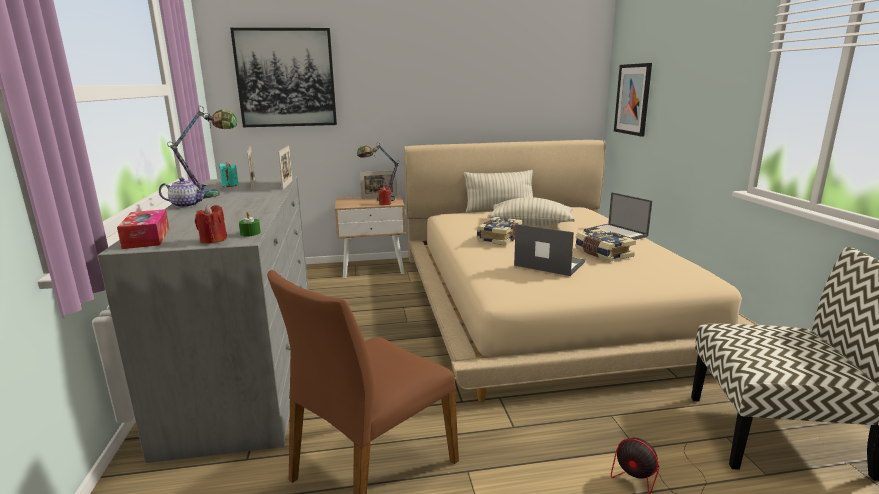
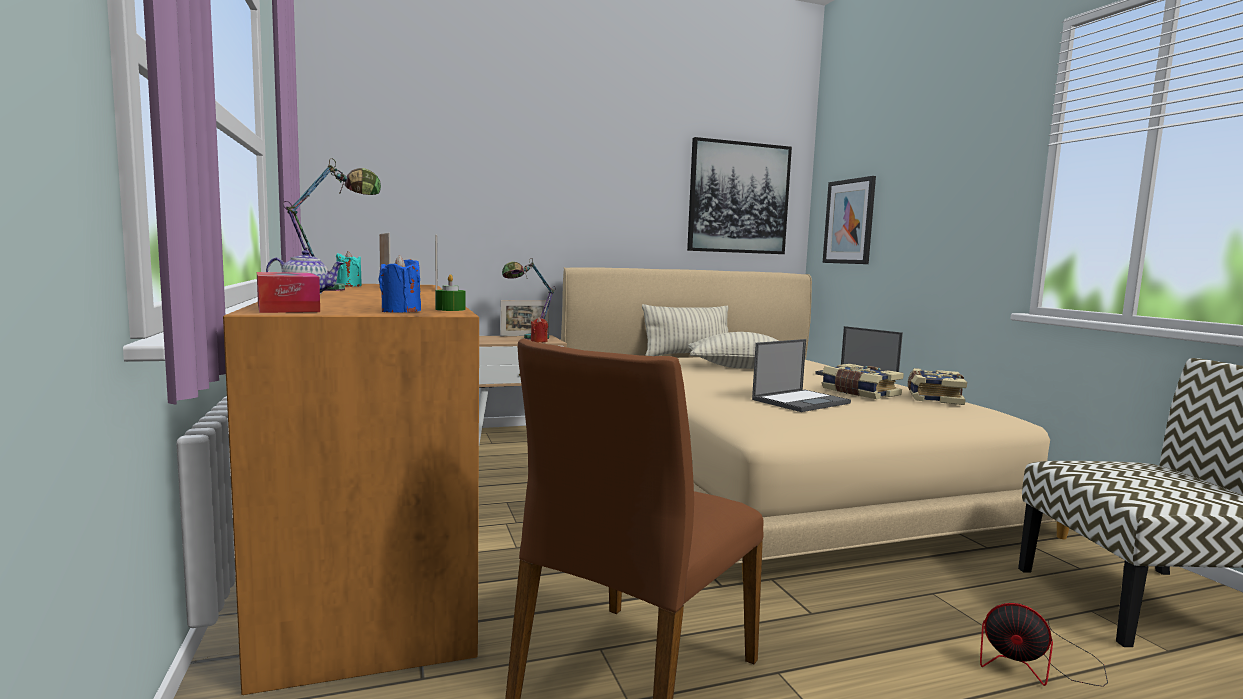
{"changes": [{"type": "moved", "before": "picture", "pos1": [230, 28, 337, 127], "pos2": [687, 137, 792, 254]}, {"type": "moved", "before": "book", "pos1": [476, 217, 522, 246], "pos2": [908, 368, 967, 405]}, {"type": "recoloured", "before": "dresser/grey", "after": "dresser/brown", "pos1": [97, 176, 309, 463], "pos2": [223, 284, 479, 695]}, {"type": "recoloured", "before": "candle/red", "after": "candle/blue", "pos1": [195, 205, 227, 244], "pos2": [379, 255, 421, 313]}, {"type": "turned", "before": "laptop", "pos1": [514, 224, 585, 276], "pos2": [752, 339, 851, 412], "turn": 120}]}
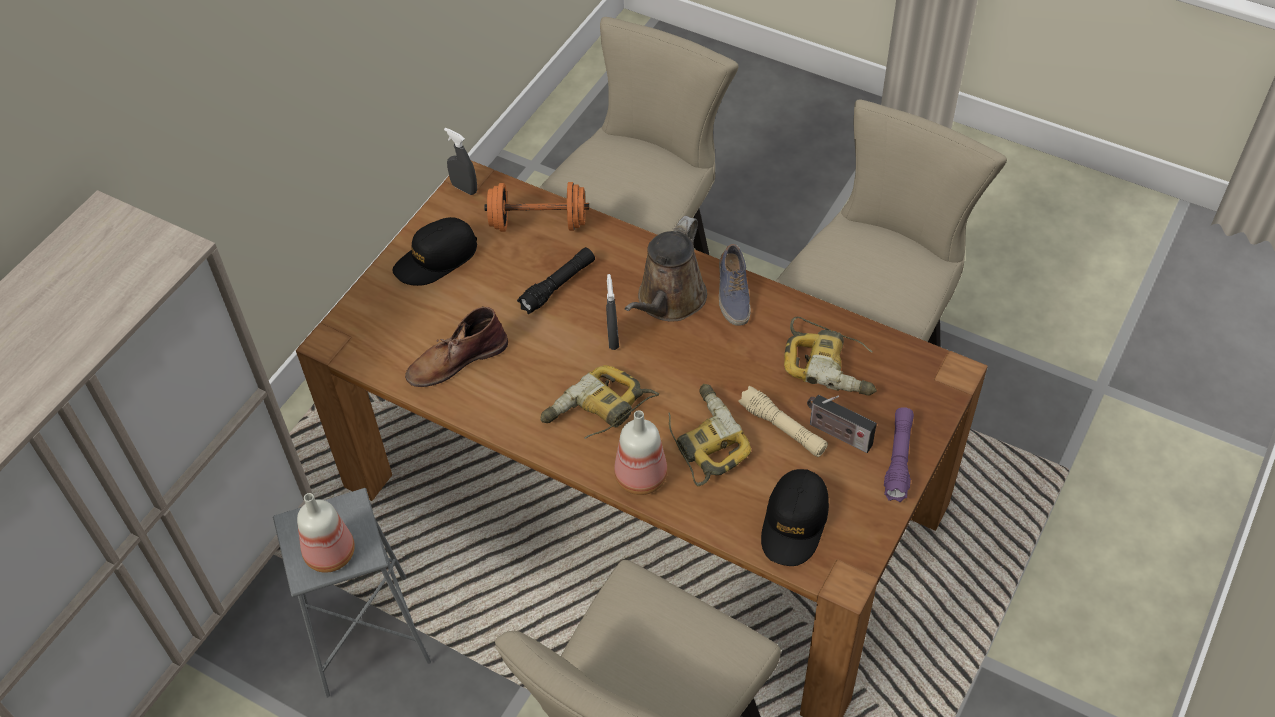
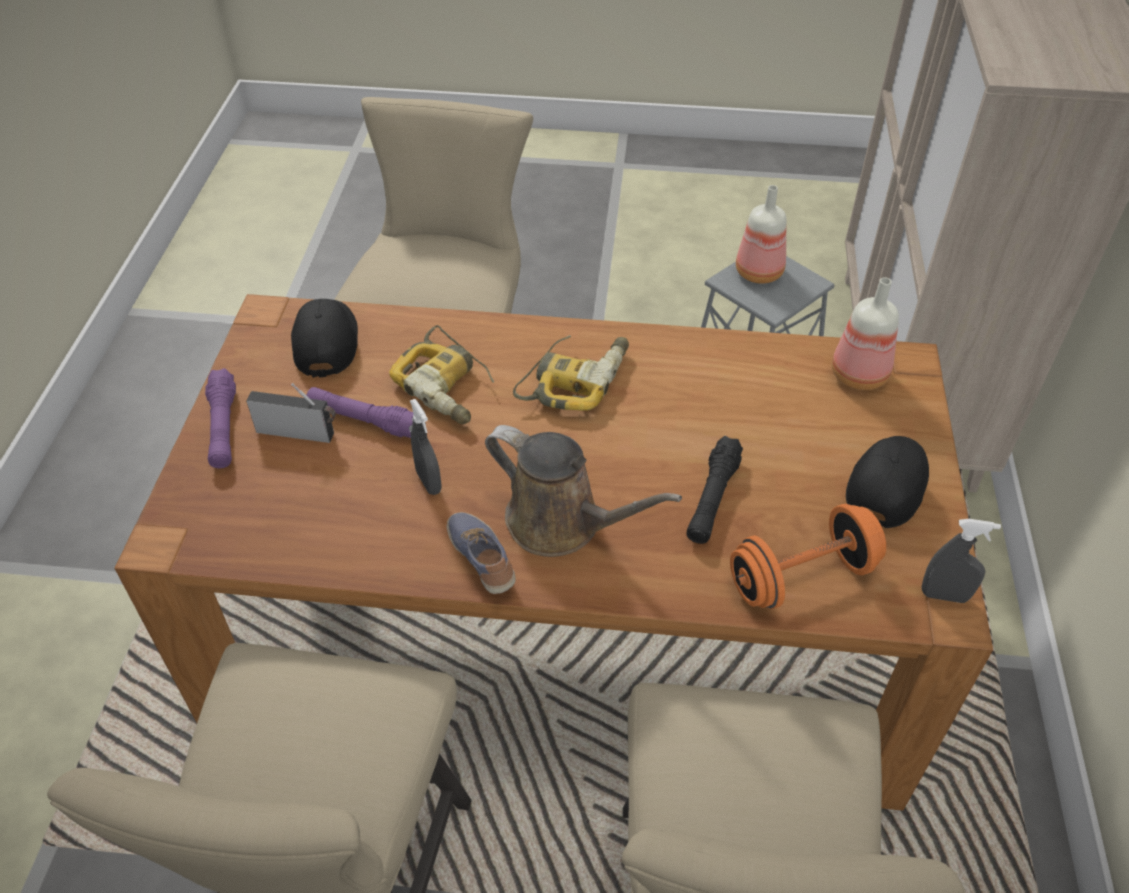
{"changes": [{"type": "removed", "before": "boot/brown", "pos1": [405, 307, 508, 387]}, {"type": "removed", "before": "power drill", "pos1": [784, 317, 877, 395]}, {"type": "moved", "before": "spray bottle/grey", "pos1": [606, 274, 619, 350], "pos2": [410, 399, 442, 495]}, {"type": "moved", "before": "bottle", "pos1": [614, 410, 668, 495], "pos2": [832, 277, 899, 390]}, {"type": "recoloured", "before": "flashlight/beige", "after": "flashlight/purple", "pos1": [738, 386, 828, 457], "pos2": [306, 387, 413, 438]}, {"type": "turned", "before": "watering can/brown", "pos1": [625, 216, 707, 321], "pos2": [485, 425, 682, 557], "turn": 120}]}
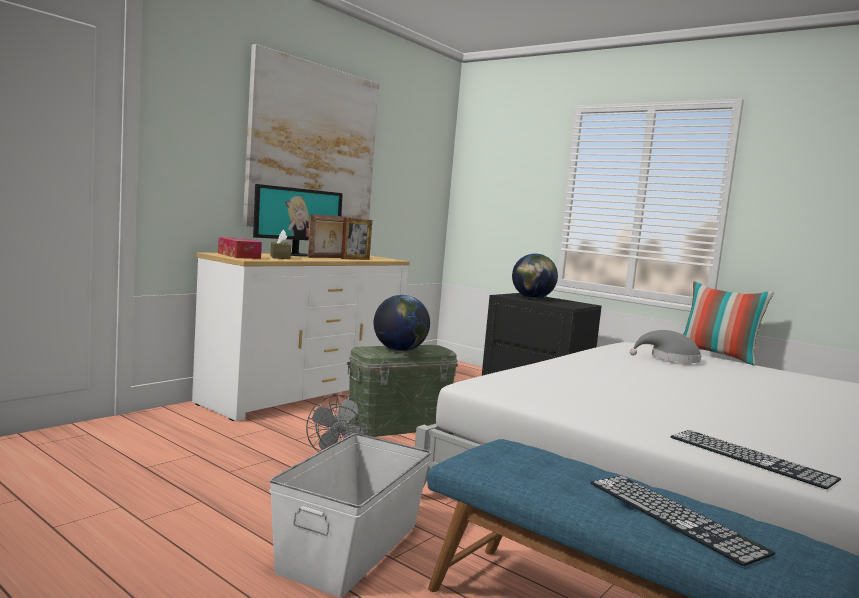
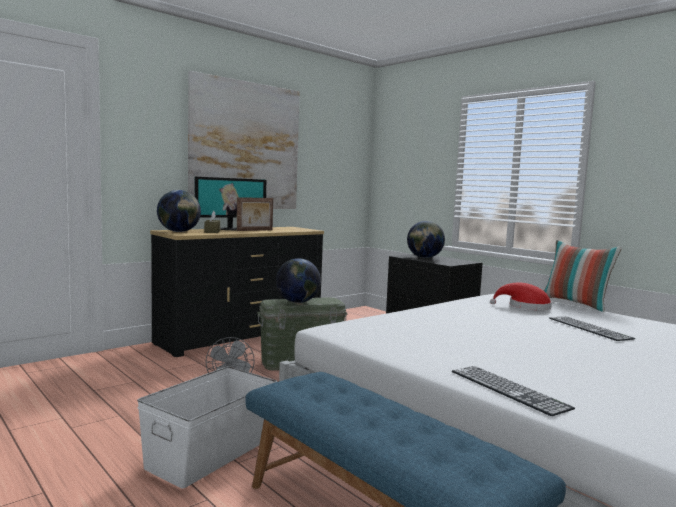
{"changes": [{"type": "removed", "before": "picture frame", "pos1": [341, 218, 372, 260]}, {"type": "moved", "before": "keyboard", "pos1": [591, 476, 775, 566], "pos2": [549, 316, 635, 341]}, {"type": "replaced", "before": "tissue box", "after": "globe", "pos1": [218, 237, 262, 259], "pos2": [157, 190, 201, 232]}, {"type": "recoloured", "before": "dresser/white", "after": "dresser/black", "pos1": [192, 252, 410, 421], "pos2": [150, 227, 324, 357]}, {"type": "recoloured", "before": "hat/grey", "after": "hat/red", "pos1": [630, 330, 702, 363], "pos2": [490, 283, 552, 310]}]}
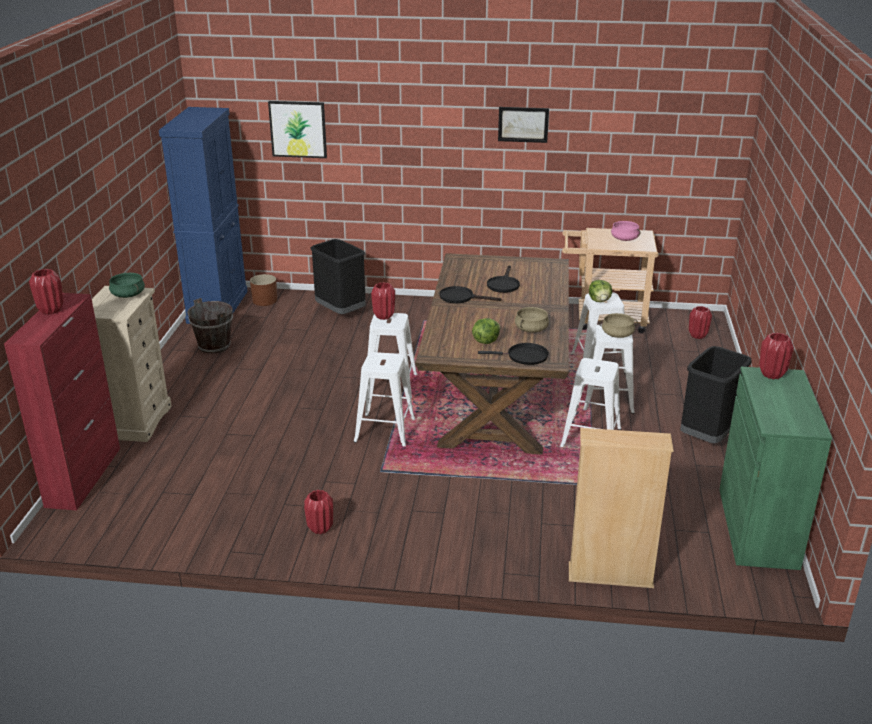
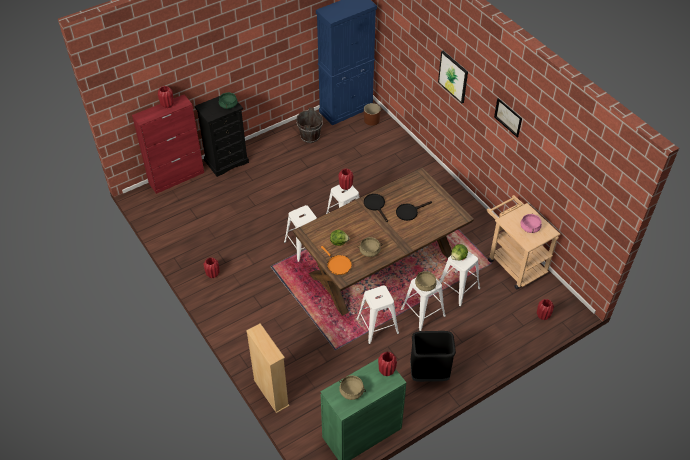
{"changes": [{"type": "removed", "before": "trash can/black", "pos1": [310, 239, 366, 314]}, {"type": "added", "after": "cooking pot/beige", "pos2": [339, 375, 366, 400]}, {"type": "moved", "before": "picture", "pos1": [268, 101, 327, 158], "pos2": [438, 51, 468, 103]}, {"type": "recoloured", "before": "dresser/beige", "after": "dresser/black", "pos1": [92, 286, 172, 442], "pos2": [195, 92, 249, 177]}, {"type": "recoloured", "before": "frying pan/black", "after": "frying pan/orange", "pos1": [478, 343, 549, 365], "pos2": [321, 246, 352, 275]}]}
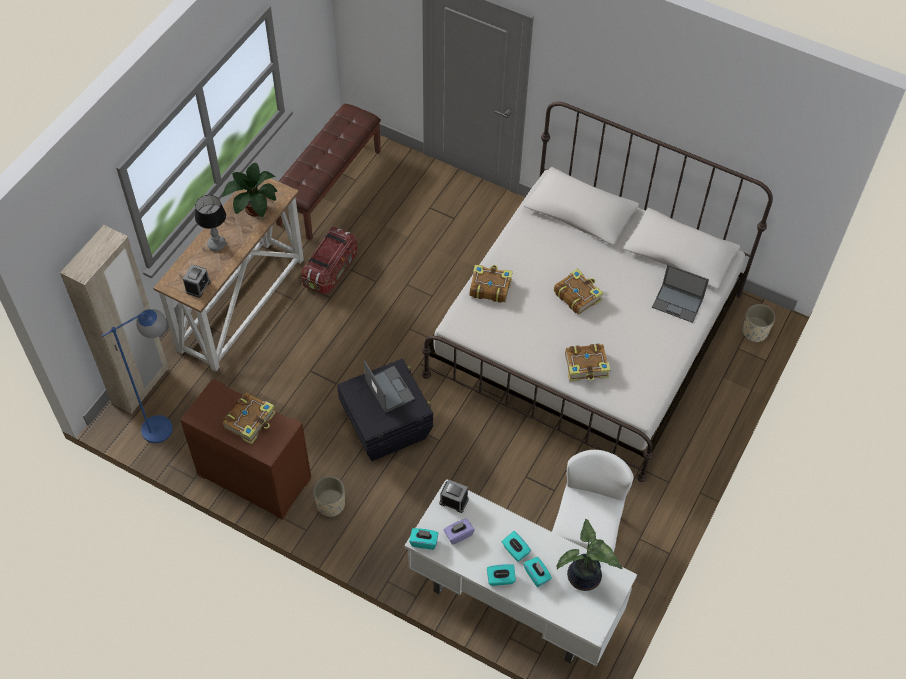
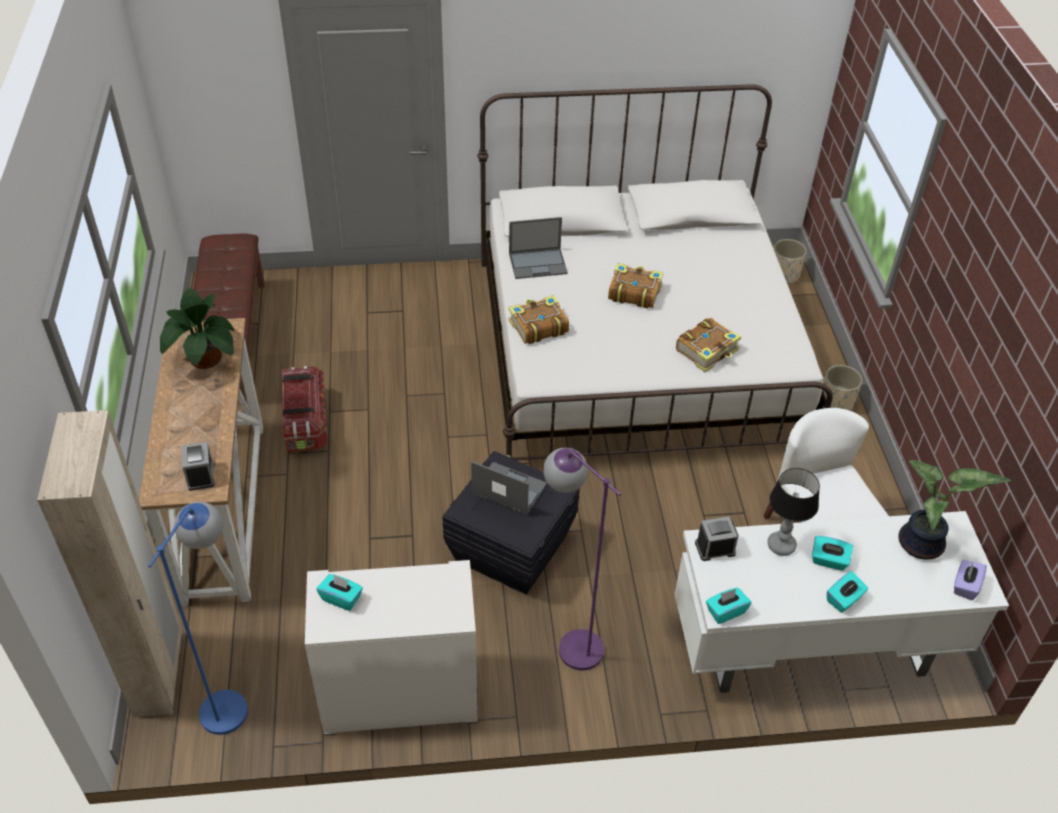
{"changes": [{"type": "removed", "before": "book", "pos1": [222, 393, 276, 445]}, {"type": "added", "after": "floor lamp/purple", "pos2": [543, 448, 621, 670]}, {"type": "moved", "before": "table lamp", "pos1": [195, 195, 226, 251], "pos2": [767, 468, 820, 556]}, {"type": "moved", "before": "planter/beige", "pos1": [313, 476, 345, 517], "pos2": [823, 365, 862, 411]}, {"type": "moved", "before": "tissue box/purple", "pos1": [444, 518, 474, 545], "pos2": [954, 560, 987, 600]}, {"type": "moved", "before": "tissue box/turquoise", "pos1": [524, 557, 552, 587], "pos2": [317, 574, 363, 611]}, {"type": "moved", "before": "laptop", "pos1": [652, 264, 709, 323], "pos2": [509, 217, 568, 279]}, {"type": "recoloured", "before": "dresser/brown", "after": "dresser/white", "pos1": [180, 378, 311, 520], "pos2": [305, 560, 478, 736]}]}
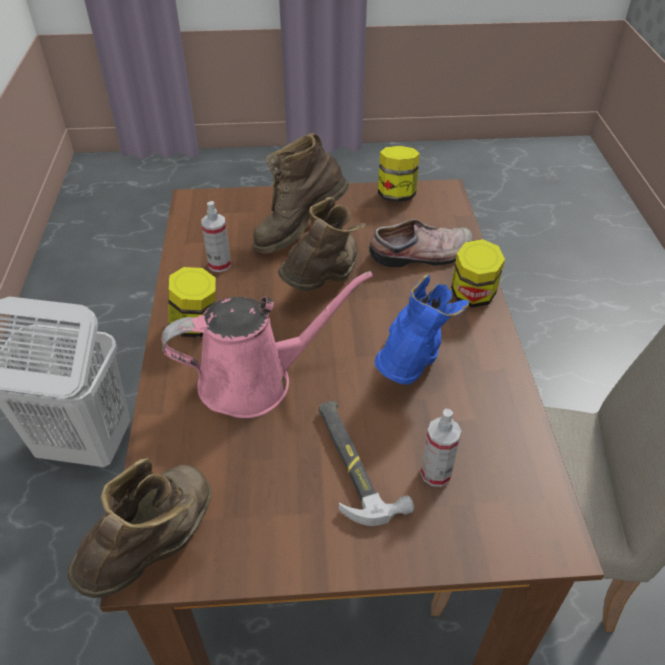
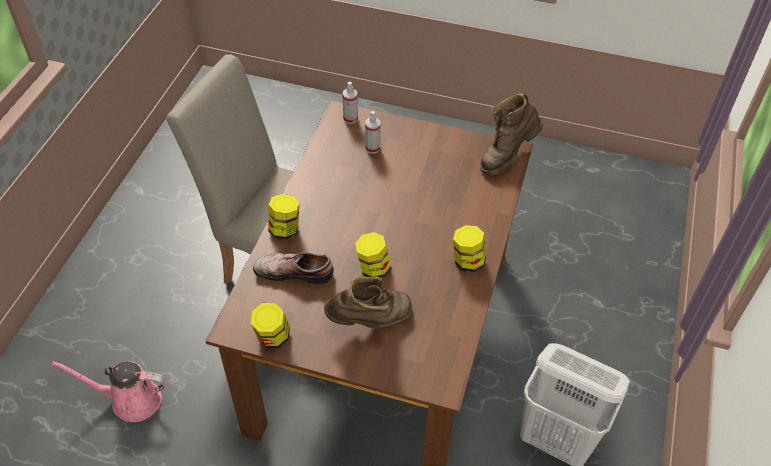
{"changes": [{"type": "removed", "before": "hammer", "pos1": [319, 401, 414, 526]}, {"type": "removed", "before": "boot/blue", "pos1": [375, 274, 469, 385]}, {"type": "moved", "before": "watering can/pink", "pos1": [162, 271, 373, 418], "pos2": [51, 361, 167, 422]}, {"type": "moved", "before": "spray bottle", "pos1": [201, 201, 231, 272], "pos2": [342, 82, 358, 124]}, {"type": "replaced", "before": "boot/brown", "after": "jar", "pos1": [278, 197, 366, 291], "pos2": [355, 232, 391, 278]}]}
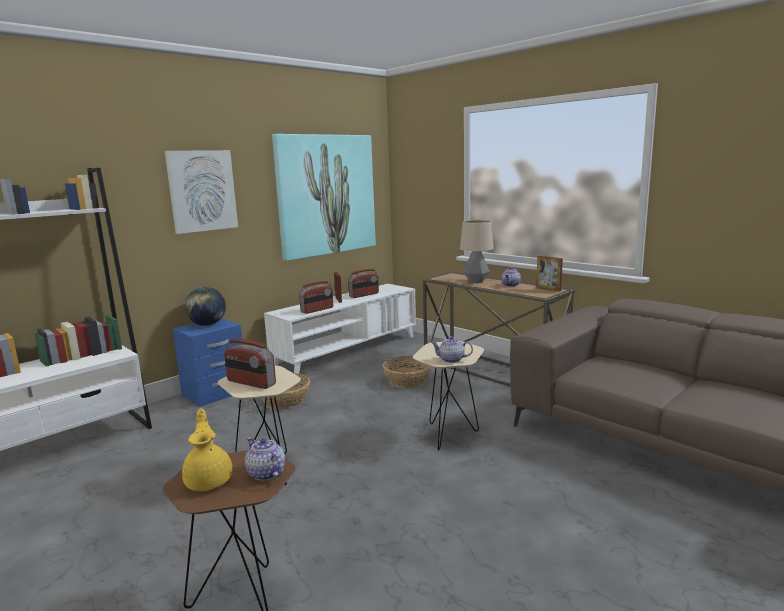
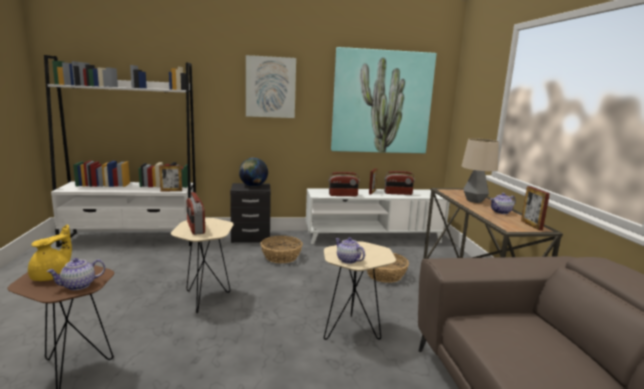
{"changes": [{"type": "added", "after": "picture frame", "pos2": [159, 165, 182, 192]}, {"type": "recoloured", "before": "nightstand/blue", "after": "nightstand/black", "pos1": [172, 318, 243, 407], "pos2": [230, 183, 271, 243]}, {"type": "turned", "before": "teapot", "pos1": [245, 437, 285, 481], "pos2": [46, 258, 105, 290], "turn": -120}]}
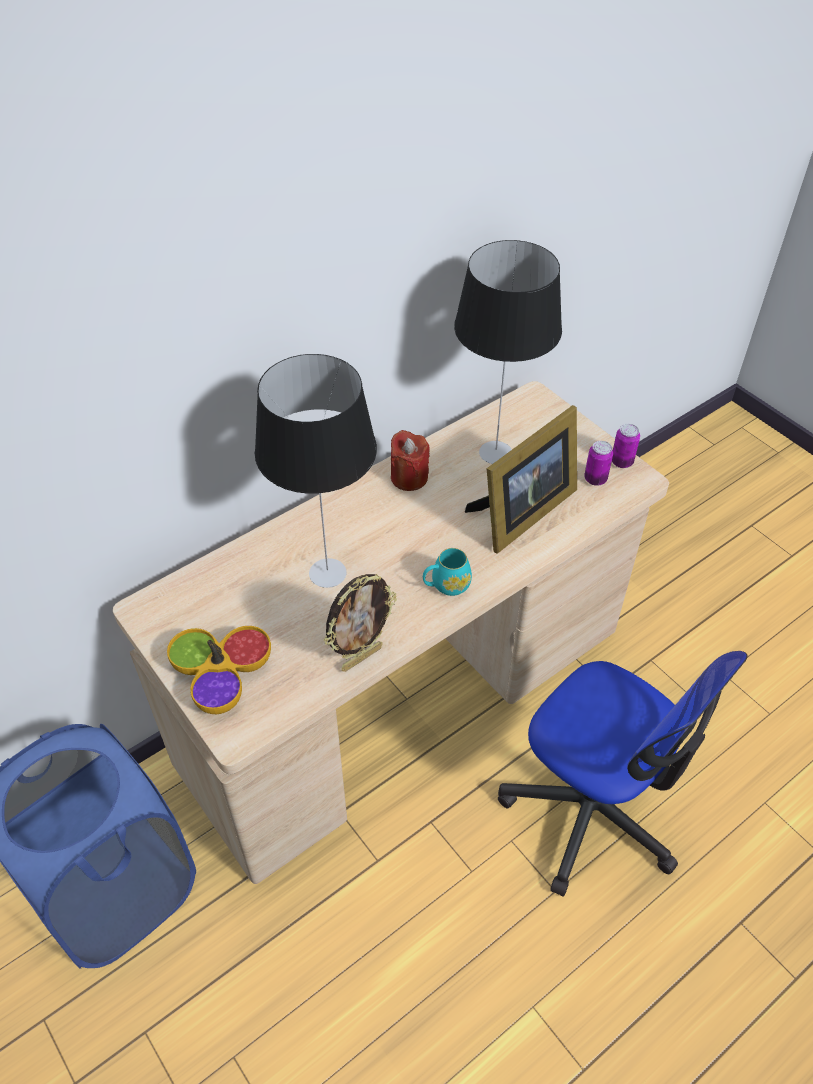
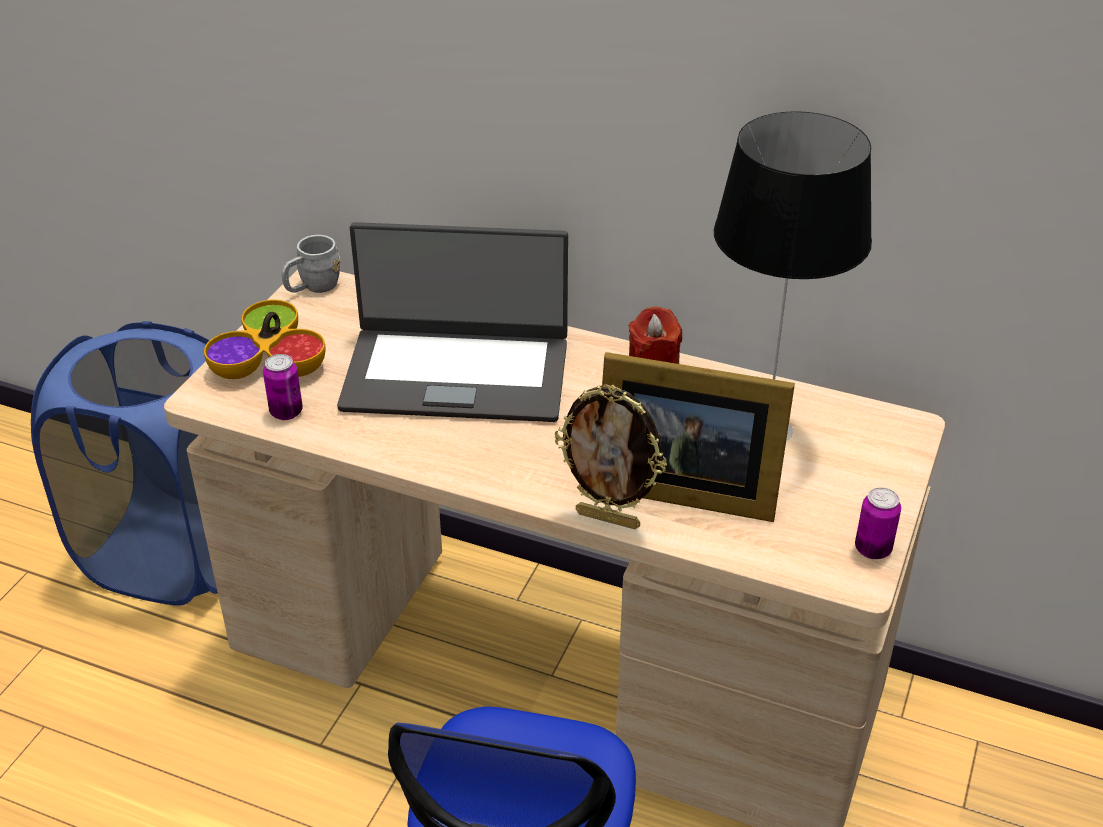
{"changes": [{"type": "removed", "before": "mug/turquoise", "pos1": [423, 548, 472, 596]}, {"type": "added", "after": "mug/grey", "pos2": [282, 235, 340, 293]}, {"type": "moved", "before": "picture frame", "pos1": [324, 574, 397, 672], "pos2": [555, 385, 667, 529]}, {"type": "moved", "before": "can", "pos1": [584, 441, 613, 486], "pos2": [263, 354, 303, 420]}, {"type": "replaced", "before": "table lamp", "after": "laptop", "pos1": [255, 354, 377, 588], "pos2": [337, 222, 568, 422]}]}
